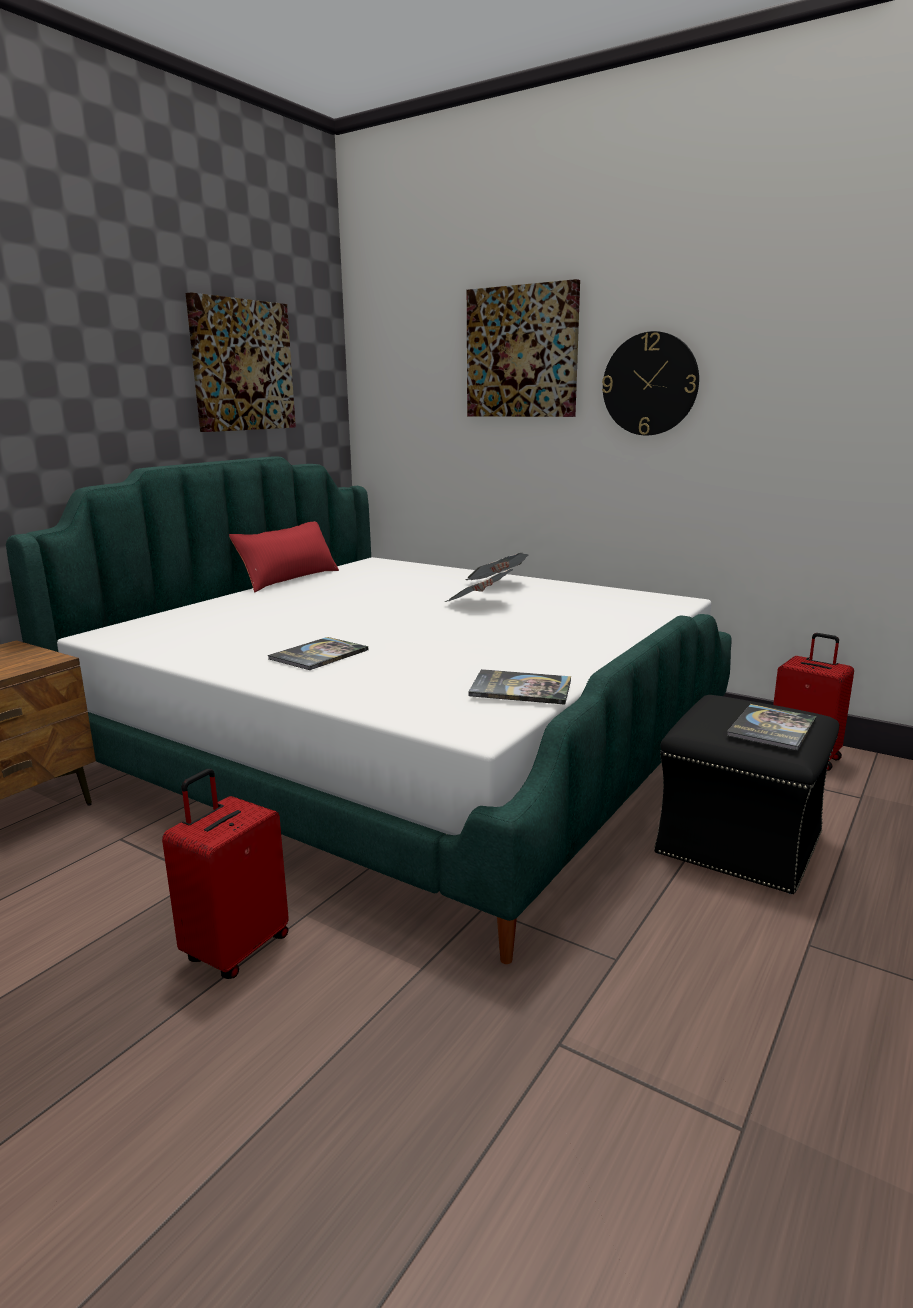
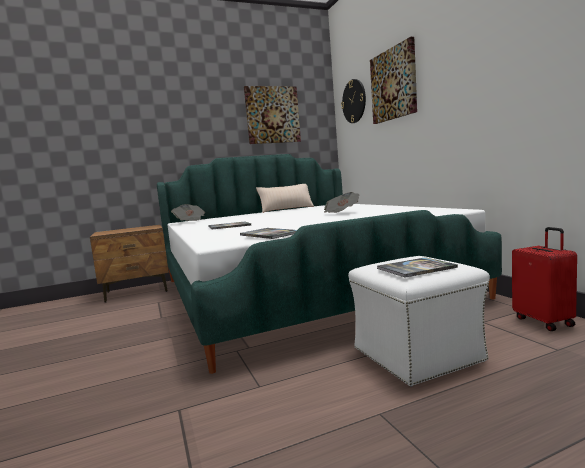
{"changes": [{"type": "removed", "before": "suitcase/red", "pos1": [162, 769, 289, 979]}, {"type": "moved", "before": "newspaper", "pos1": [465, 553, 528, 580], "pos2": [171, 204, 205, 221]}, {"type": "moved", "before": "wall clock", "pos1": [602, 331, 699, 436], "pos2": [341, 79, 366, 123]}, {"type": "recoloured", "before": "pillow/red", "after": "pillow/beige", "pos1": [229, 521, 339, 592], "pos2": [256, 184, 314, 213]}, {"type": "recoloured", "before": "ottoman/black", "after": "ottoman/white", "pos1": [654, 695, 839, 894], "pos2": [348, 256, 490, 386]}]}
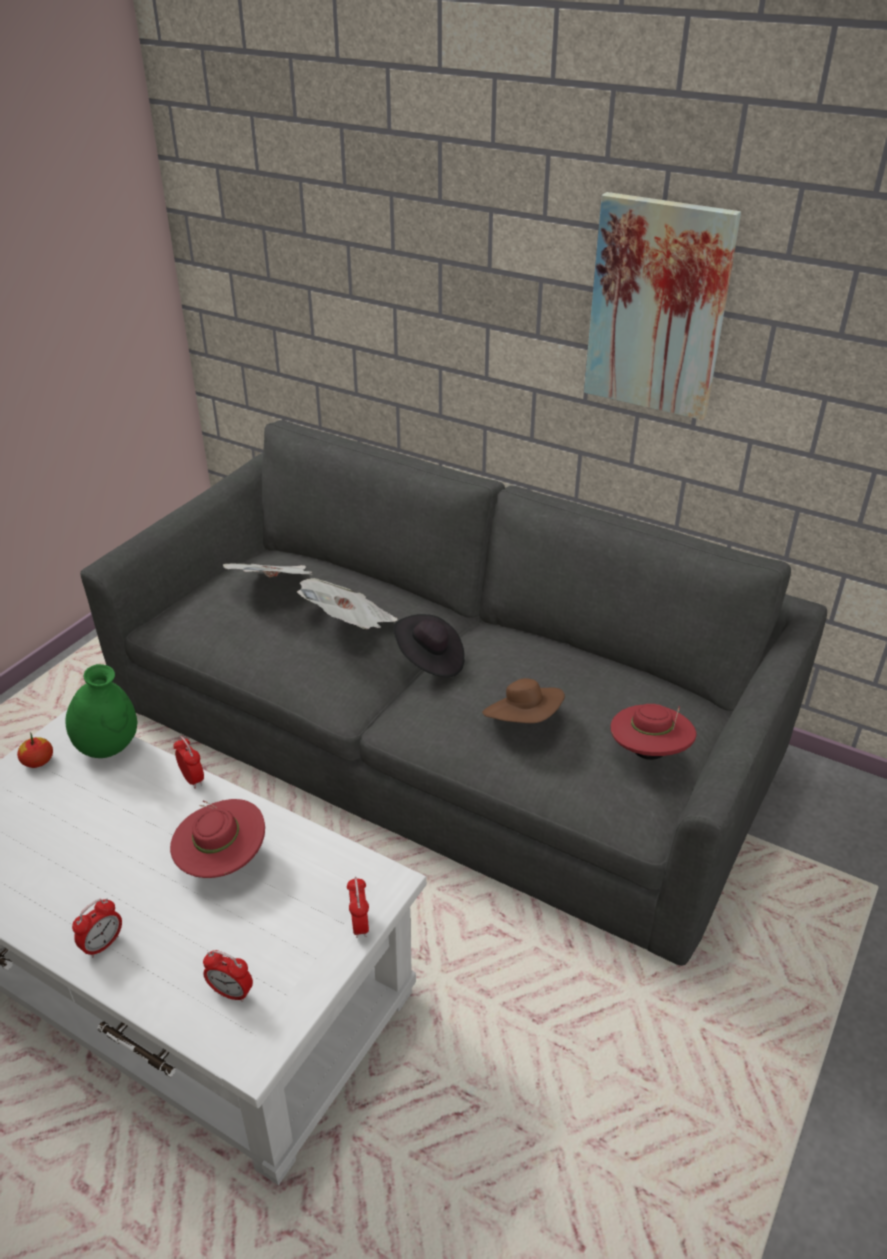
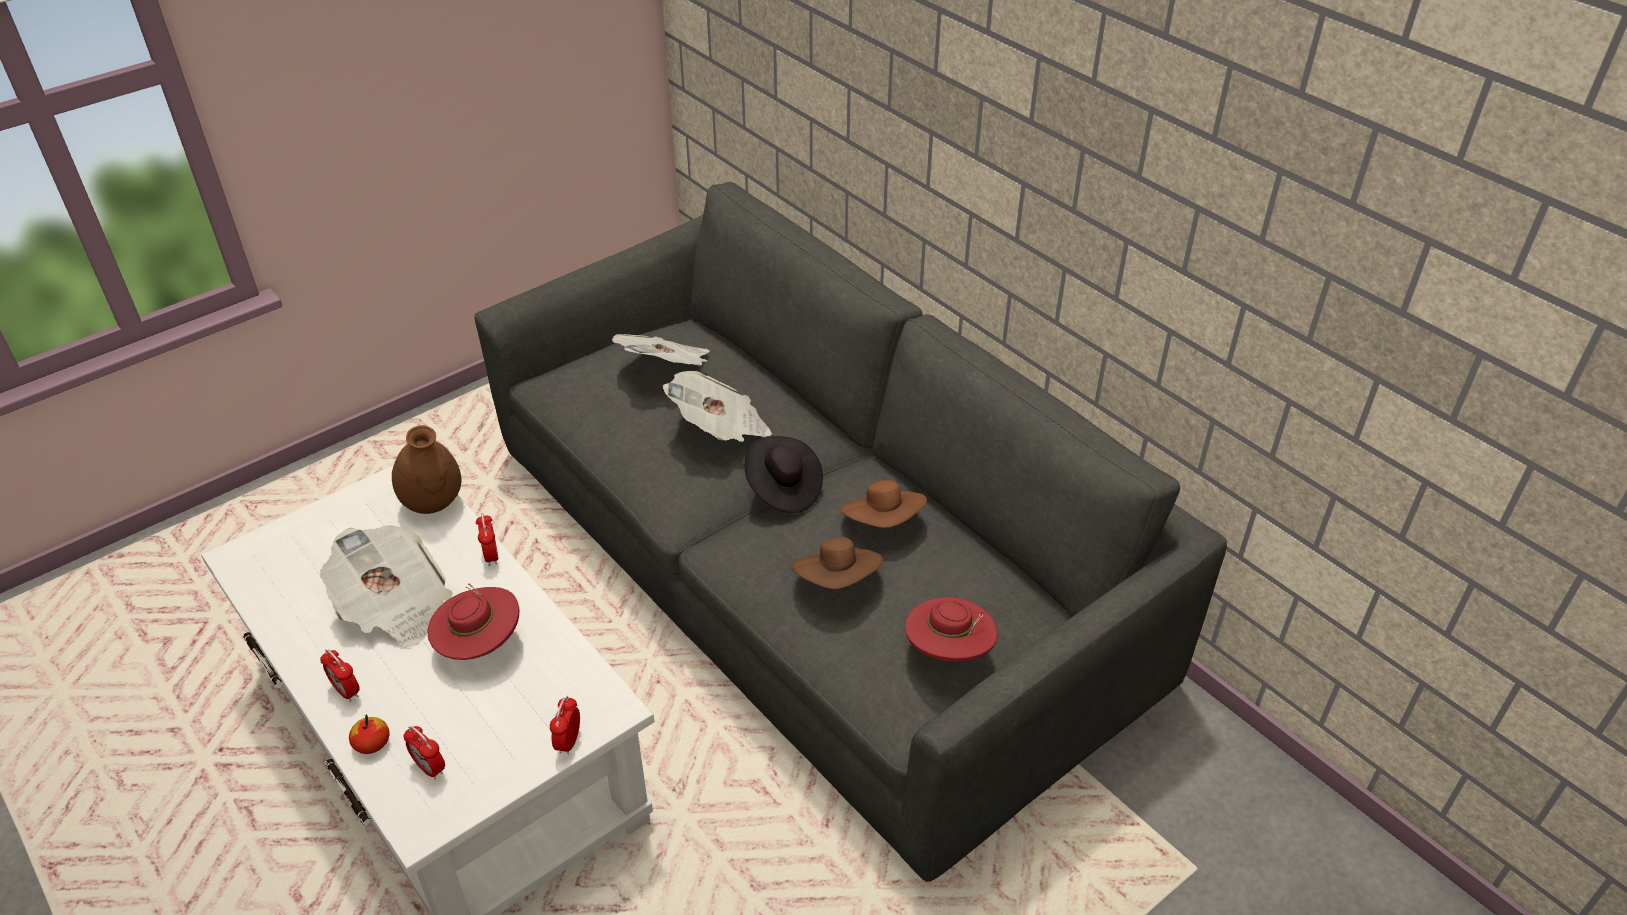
{"changes": [{"type": "removed", "before": "picture", "pos1": [584, 192, 741, 420]}, {"type": "added", "after": "newspaper", "pos2": [320, 525, 453, 647]}, {"type": "added", "after": "hat/brown", "pos2": [840, 480, 927, 528]}, {"type": "moved", "before": "apple", "pos1": [17, 733, 53, 768], "pos2": [349, 714, 389, 754]}, {"type": "recoloured", "before": "vase/green", "after": "vase/brown", "pos1": [66, 664, 138, 758], "pos2": [392, 425, 461, 514]}, {"type": "turned", "before": "alarm clock", "pos1": [72, 898, 122, 958], "pos2": [320, 650, 360, 702], "turn": 75}]}
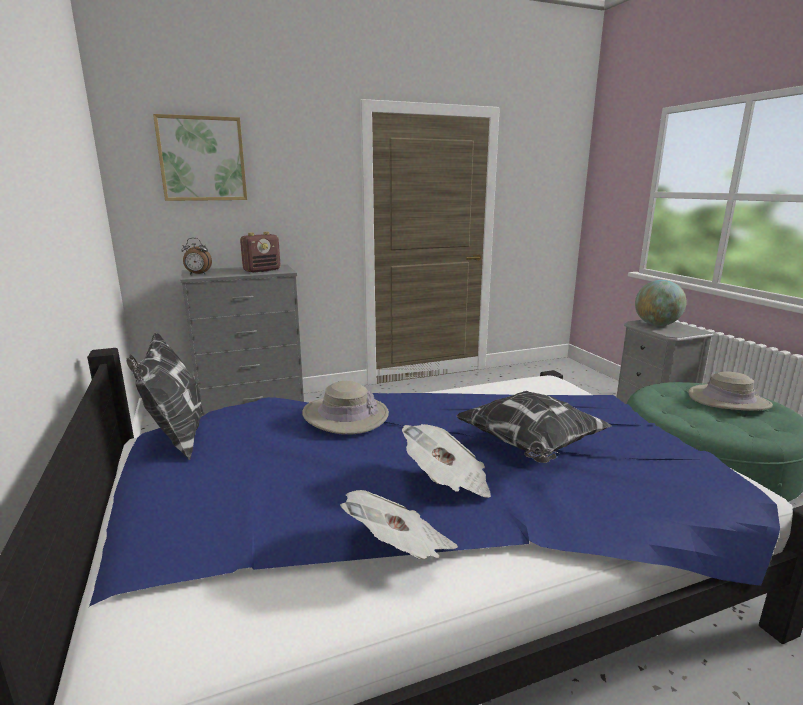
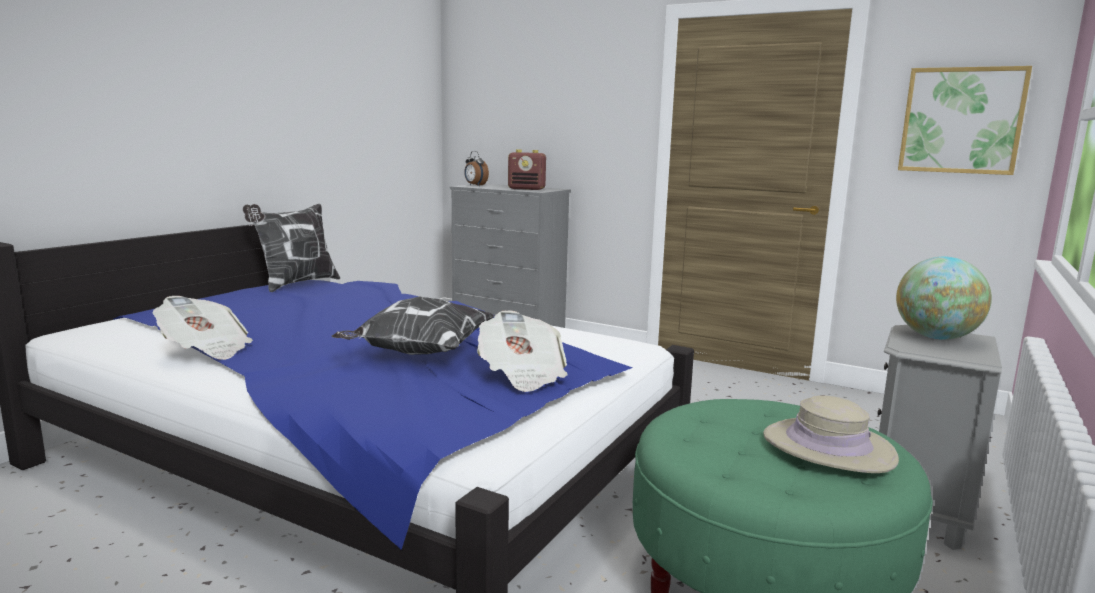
{"changes": [{"type": "removed", "before": "hat/beige", "pos1": [303, 381, 389, 434]}, {"type": "moved", "before": "picture", "pos1": [153, 114, 247, 201], "pos2": [898, 66, 1032, 175]}, {"type": "moved", "before": "newspaper", "pos1": [402, 424, 491, 498], "pos2": [477, 310, 567, 392]}]}
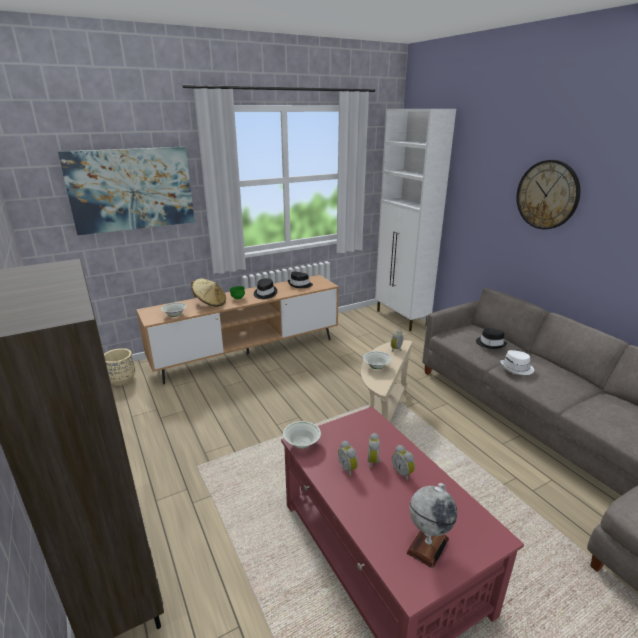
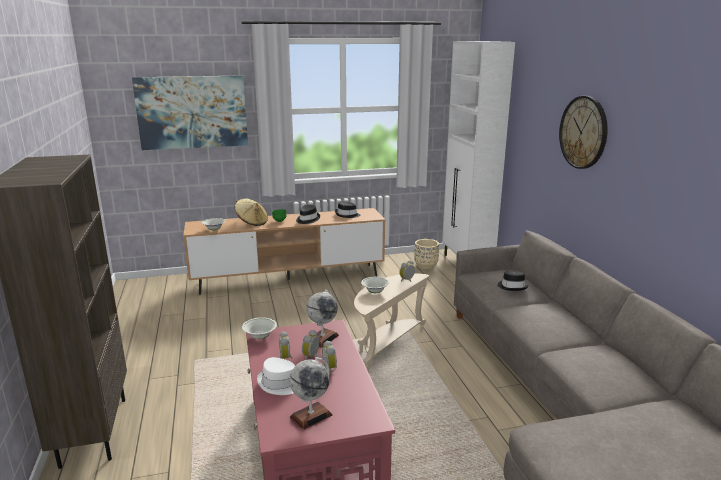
{"changes": [{"type": "added", "after": "globe", "pos2": [306, 290, 339, 348]}, {"type": "moved", "before": "planter/beige", "pos1": [104, 348, 135, 386], "pos2": [414, 239, 439, 270]}, {"type": "moved", "before": "hat/white", "pos1": [500, 350, 534, 375], "pos2": [257, 357, 295, 395]}]}
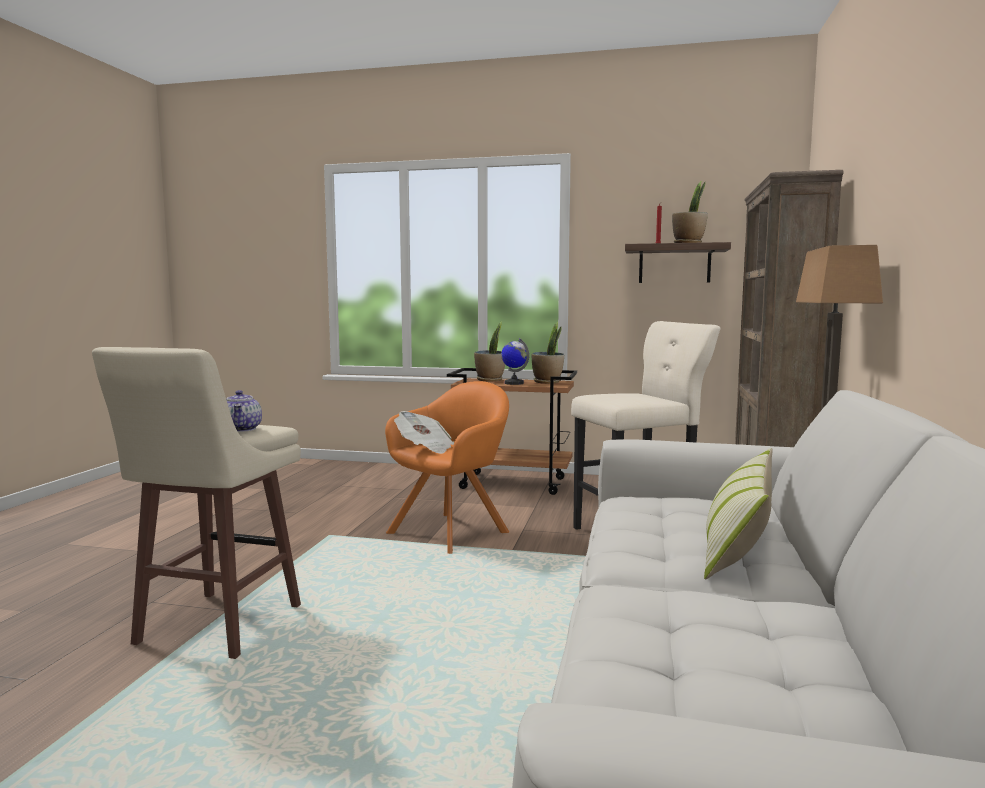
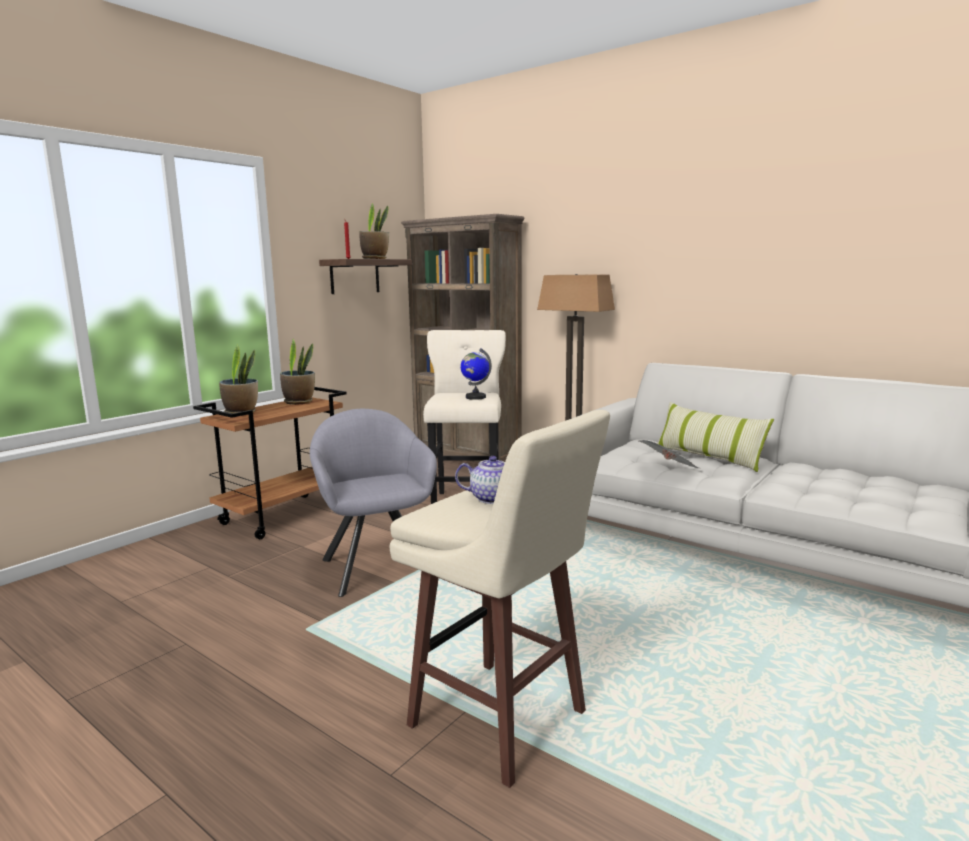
{"changes": [{"type": "moved", "before": "newspaper", "pos1": [394, 411, 454, 454], "pos2": [639, 440, 698, 468]}, {"type": "moved", "before": "globe", "pos1": [501, 338, 529, 385], "pos2": [461, 348, 492, 400]}, {"type": "recoloured", "before": "armchair/orange", "after": "armchair/grey", "pos1": [385, 381, 509, 554], "pos2": [310, 409, 437, 597]}]}
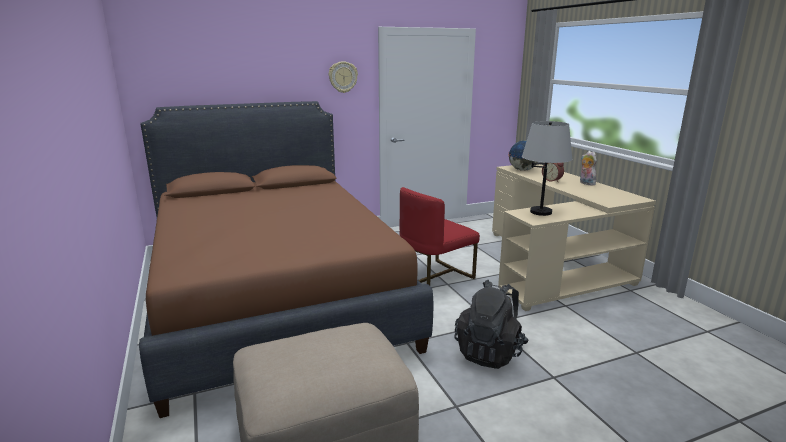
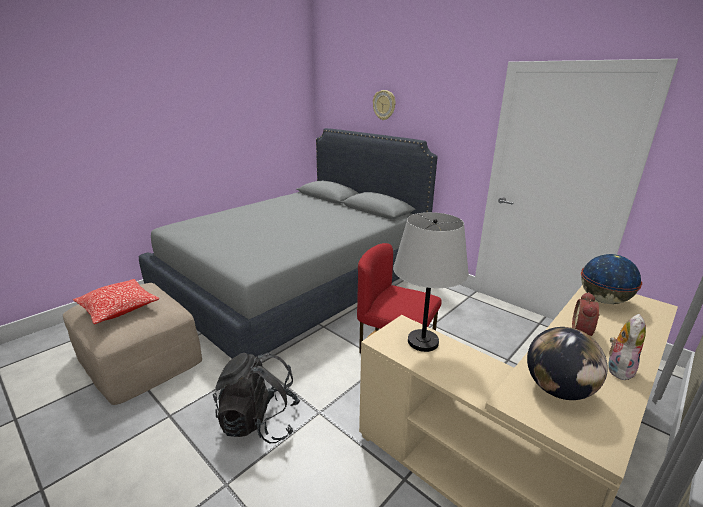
{"changes": [{"type": "added", "after": "pillow", "pos2": [73, 279, 159, 324]}, {"type": "added", "after": "globe", "pos2": [527, 327, 608, 400]}, {"type": "moved", "before": "wall clock", "pos1": [329, 61, 358, 93], "pos2": [373, 90, 396, 120]}, {"type": "recoloured", "before": "bed/brown", "after": "bed/grey", "pos1": [139, 101, 433, 418], "pos2": [139, 128, 438, 358]}]}
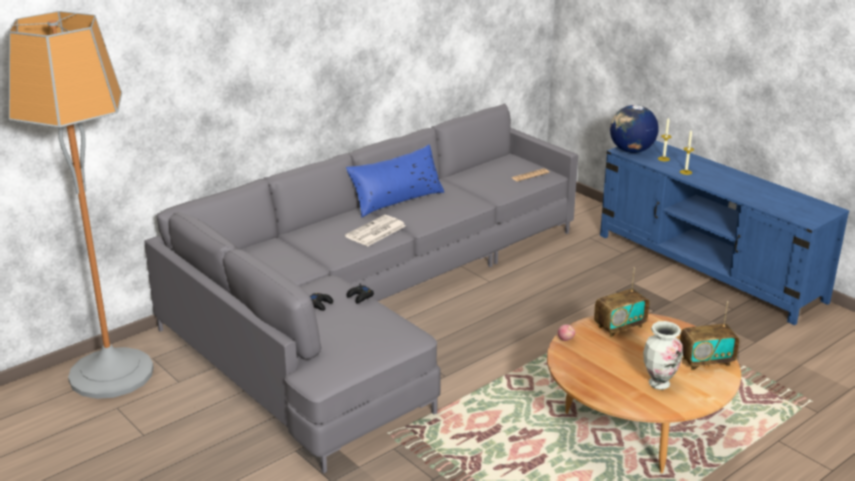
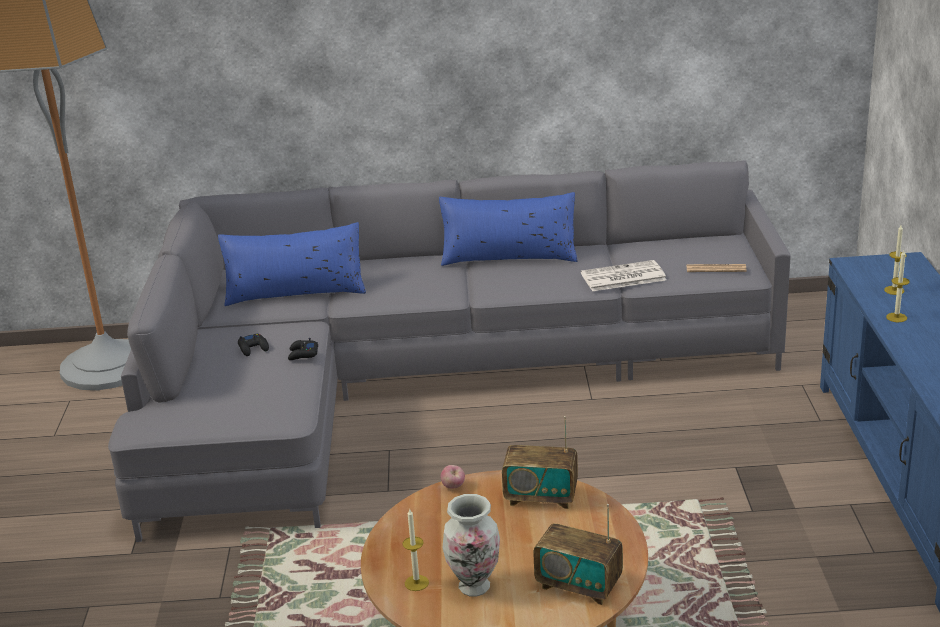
{"changes": [{"type": "removed", "before": "globe", "pos1": [610, 105, 659, 153]}, {"type": "added", "after": "pillow/blue", "pos2": [218, 222, 366, 306]}, {"type": "added", "after": "candle", "pos2": [402, 509, 429, 591]}, {"type": "moved", "before": "newspaper", "pos1": [345, 215, 406, 246], "pos2": [581, 260, 667, 291]}]}
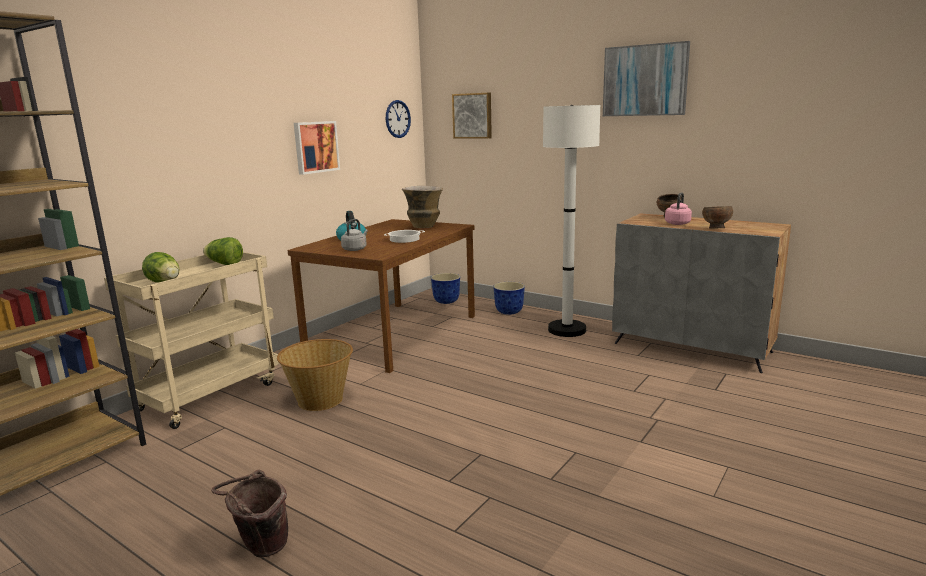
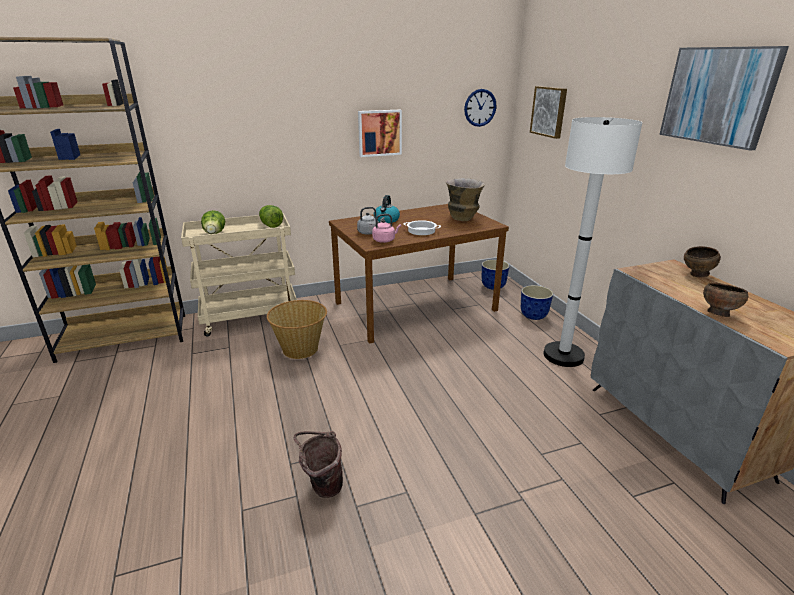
{"changes": [{"type": "moved", "before": "bucket/brown", "pos1": [211, 470, 288, 557], "pos2": [294, 431, 343, 498]}, {"type": "moved", "before": "kettle/pink", "pos1": [665, 192, 692, 225], "pos2": [372, 214, 401, 243]}]}
